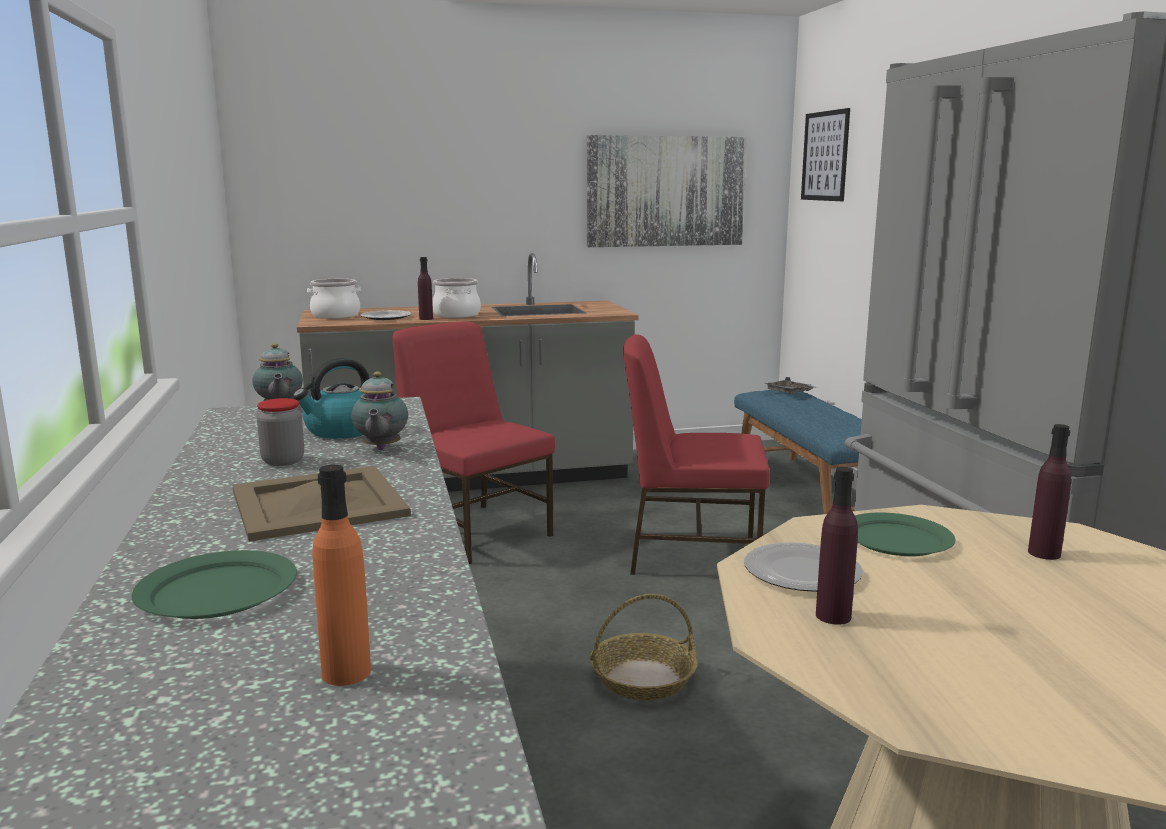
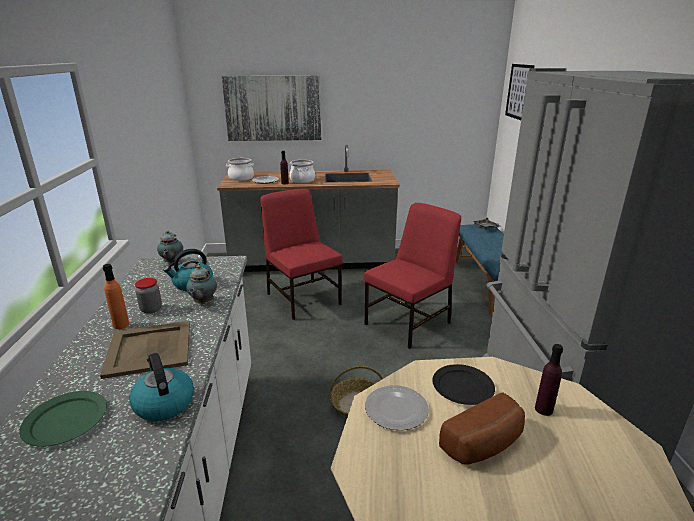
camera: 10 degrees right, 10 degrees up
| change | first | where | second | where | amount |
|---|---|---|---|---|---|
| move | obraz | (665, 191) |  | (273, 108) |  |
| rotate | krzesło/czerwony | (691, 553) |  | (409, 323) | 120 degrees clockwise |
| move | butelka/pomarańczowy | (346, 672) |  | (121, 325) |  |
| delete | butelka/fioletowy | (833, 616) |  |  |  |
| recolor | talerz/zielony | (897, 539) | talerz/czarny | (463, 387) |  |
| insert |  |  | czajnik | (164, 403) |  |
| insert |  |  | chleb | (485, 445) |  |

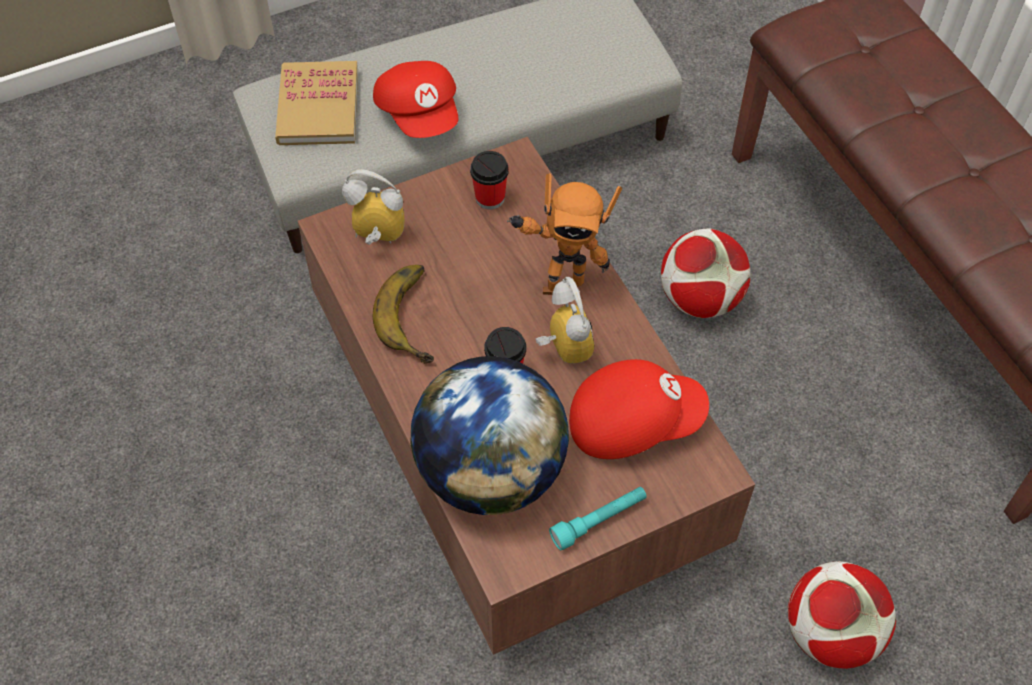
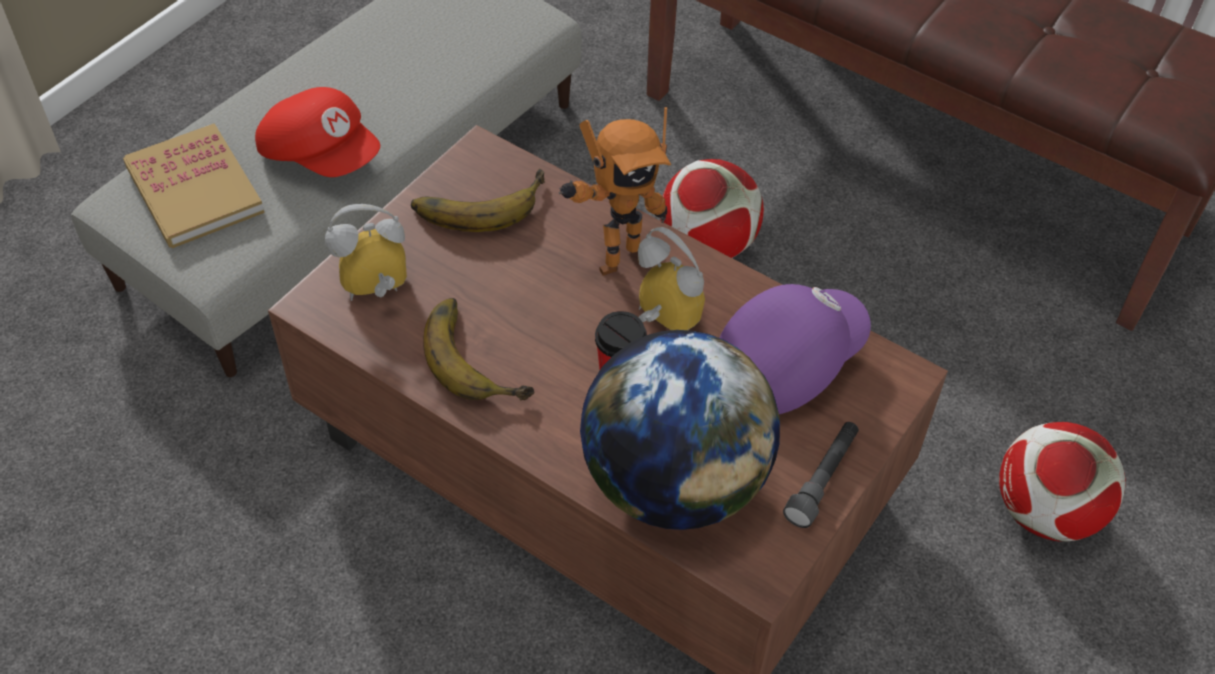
camera: 30 degrees left, 5 degrees down
| change | first | where | second | where | amount |
|---|---|---|---|---|---|
| replace | filiżanka | (490, 198) | banan | (478, 201) |  |
| recolor | czapka z daszkiem/czerwony | (633, 421) | czapka z daszkiem/fioletowy | (786, 363) |  |
| recolor | latarka/turkusowy | (599, 521) | latarka/szary | (822, 479) |  |

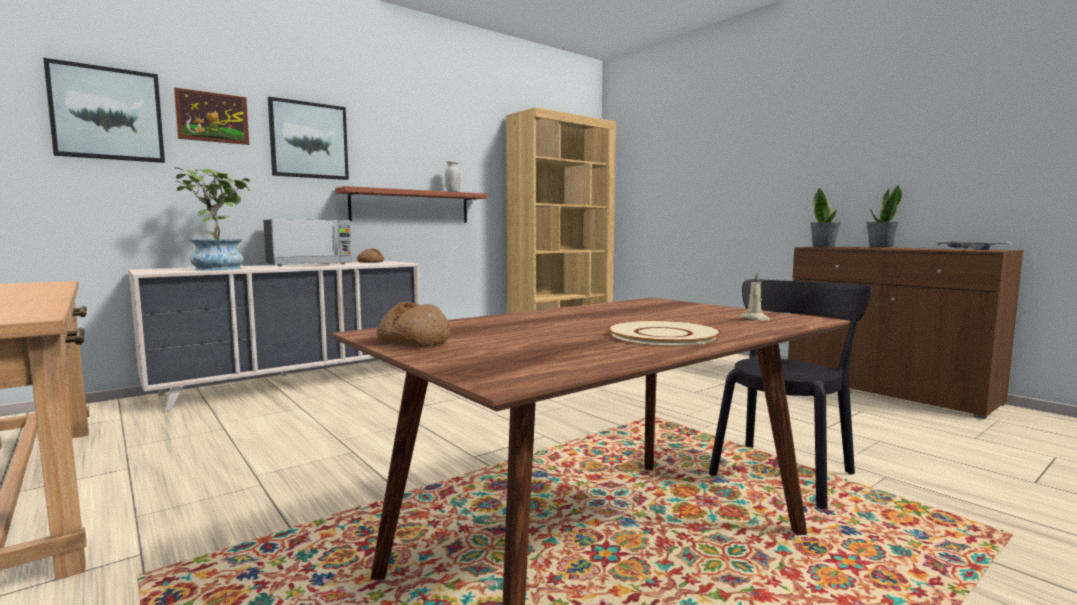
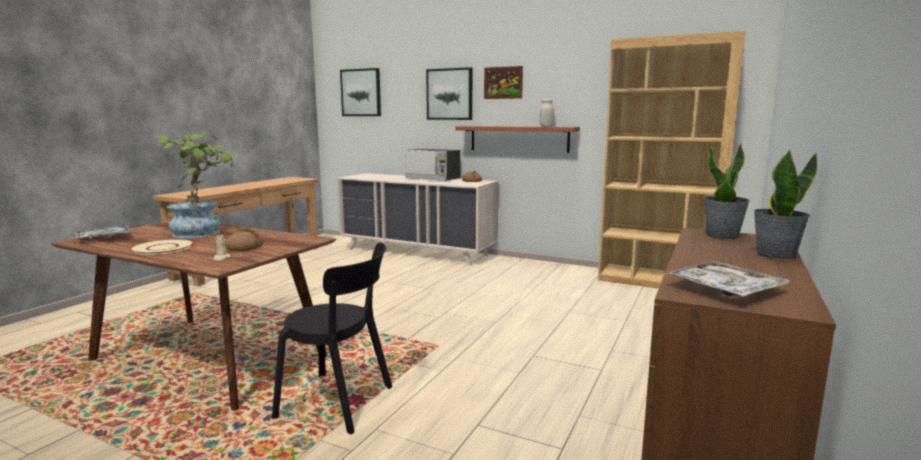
camera: 65 degrees right, 5 degrees up
| change | first | where | second | where | amount |
|---|---|---|---|---|---|
| move | obraz | (212, 117) |  | (503, 82) |  |
| move | roślina doniczkowa | (219, 268) |  | (203, 232) |  |
| move | chleb | (413, 341) |  | (245, 247) |  |
| insert |  |  | taca | (104, 238) |  |

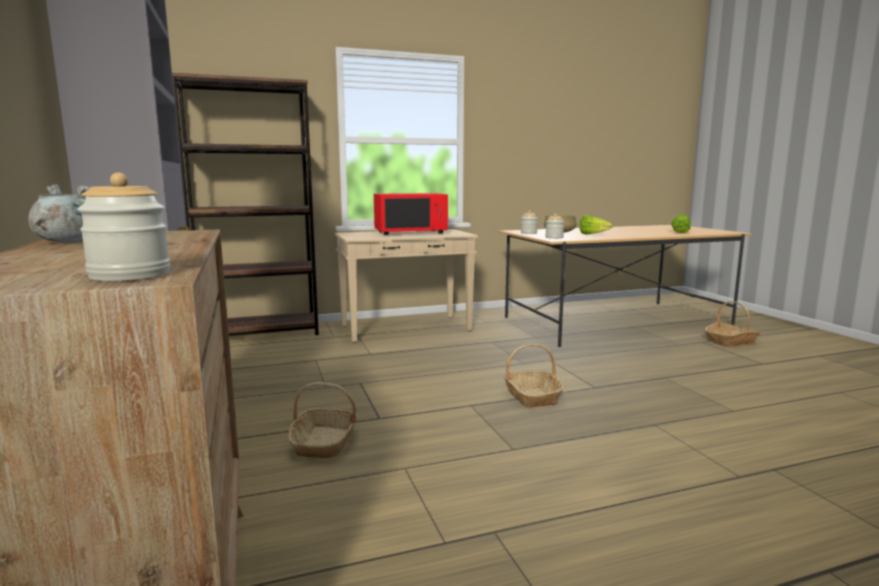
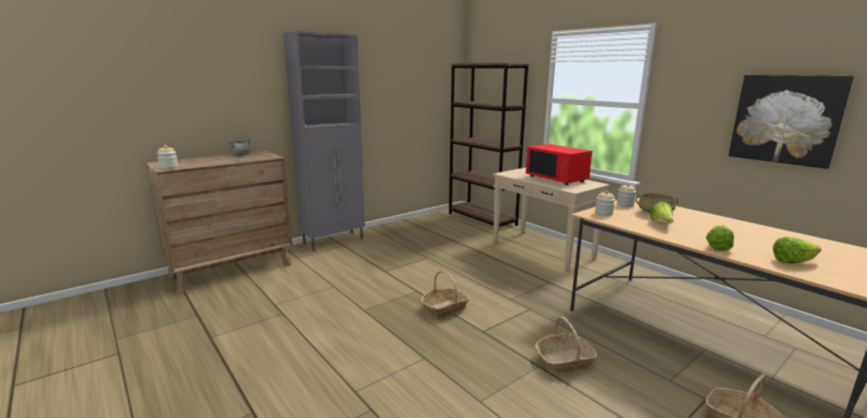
camera: 70 degrees right, 5 degrees up
| change | first | where | second | where | amount |
|---|---|---|---|---|---|
| move | koszyk | (324, 442) |  | (564, 361) |  |
| insert |  |  | obraz | (786, 119) |  |
| insert |  |  | sałata | (717, 246) |  |

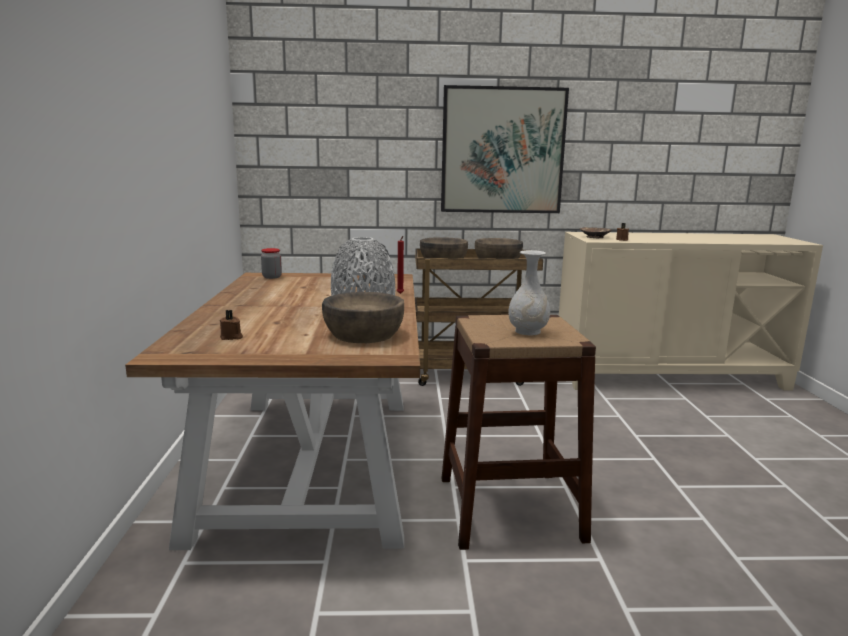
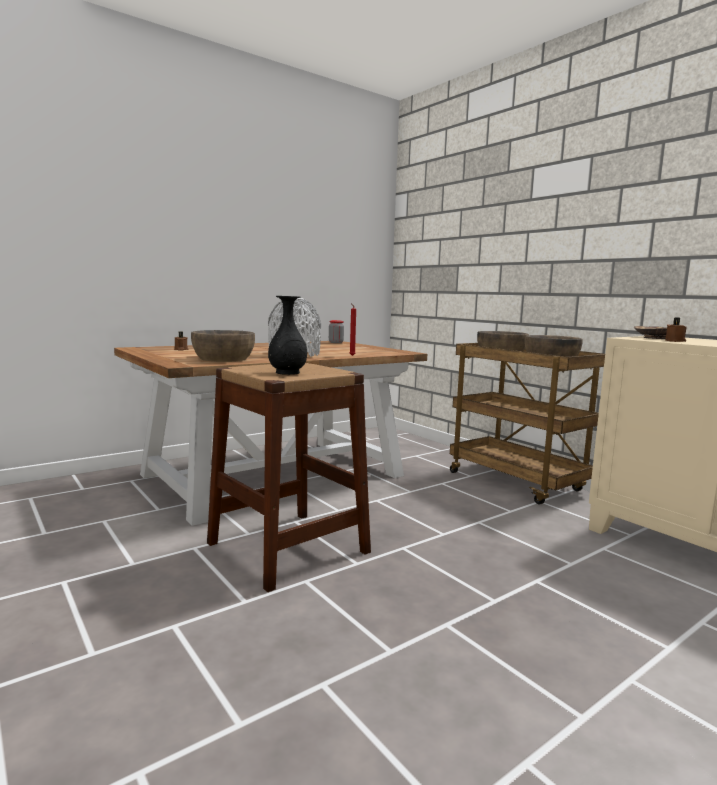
camera: 55 degrees right, 5 degrees down
| change | first | where | second | where | amount |
|---|---|---|---|---|---|
| delete | obraz | (502, 151) |  |  |  |
| recolor | wazon/biały | (528, 331) | wazon/czarny | (287, 373) |  |

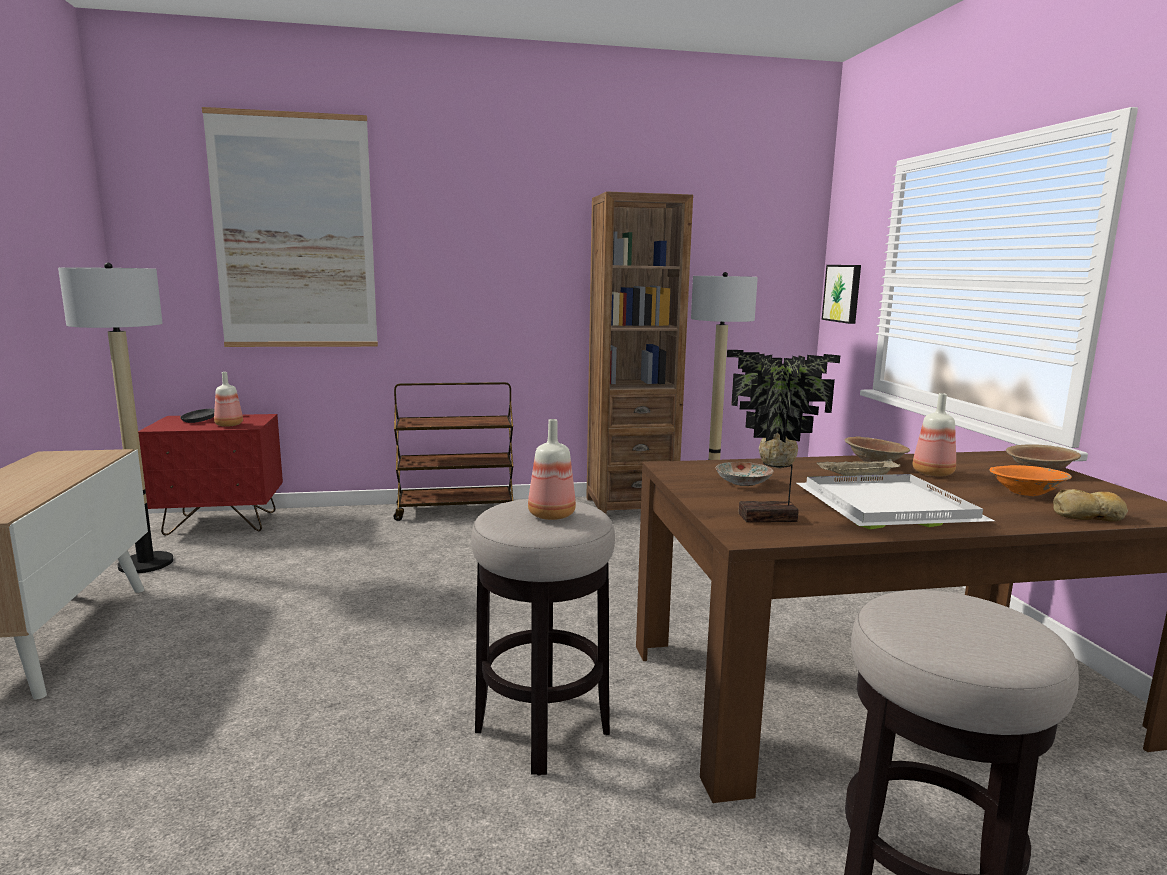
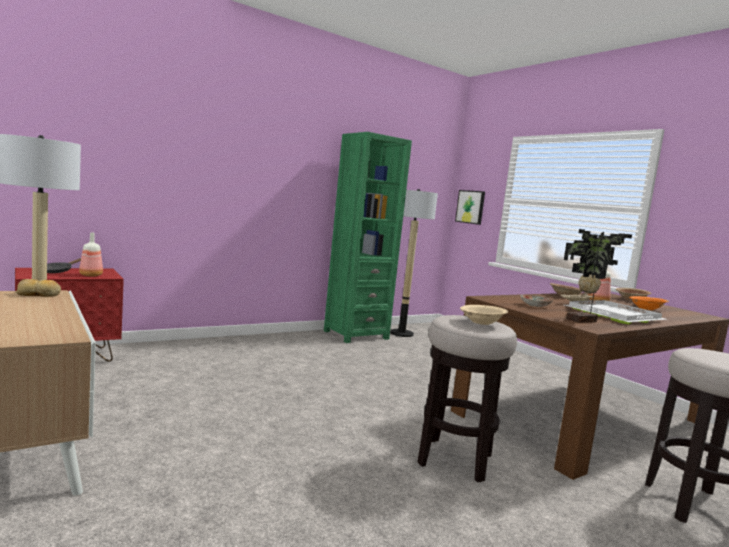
camera: 25 degrees left, 5 degrees down
| change | first | where | second | where | amount |
|---|---|---|---|---|---|
| delete | obraz | (295, 233) |  |  |  |
| recolor | regał/brązowy | (630, 506) | regał/zielony | (356, 335) |  |
| delete | wózek/brązowy | (456, 510) |  |  |  |
| replace | butelka | (551, 515) | miska/beżowy | (481, 322) |  |
| move | chleb | (1089, 516) |  | (39, 294) |  |

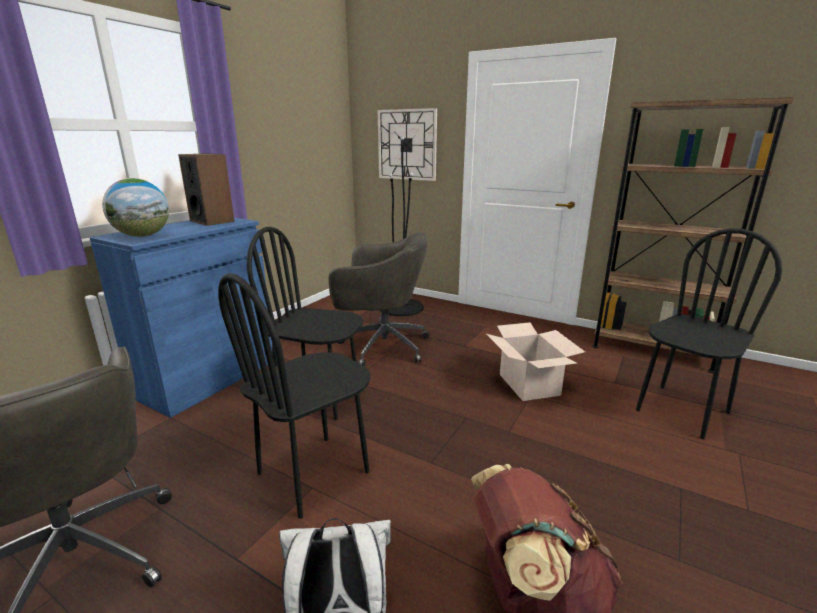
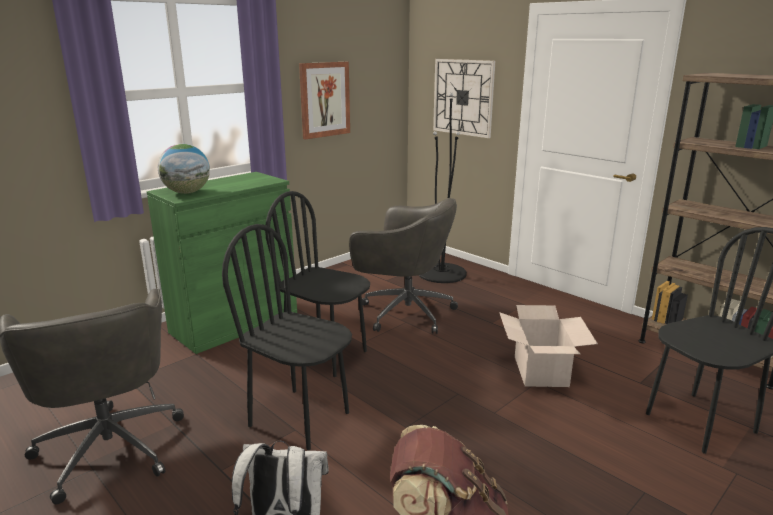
camera: 15 degrees right, 0 degrees up
| change | first | where | second | where | amount |
|---|---|---|---|---|---|
| delete | głośnik | (212, 221) |  |  |  |
| recolor | szafka/niebieski | (208, 378) | szafka/zielony | (234, 323) |  |
| rotate | krzesło/czarny | (314, 473) |  | (300, 418) | 60 degrees clockwise |
| insert |  |  | obraz | (324, 99) |  |

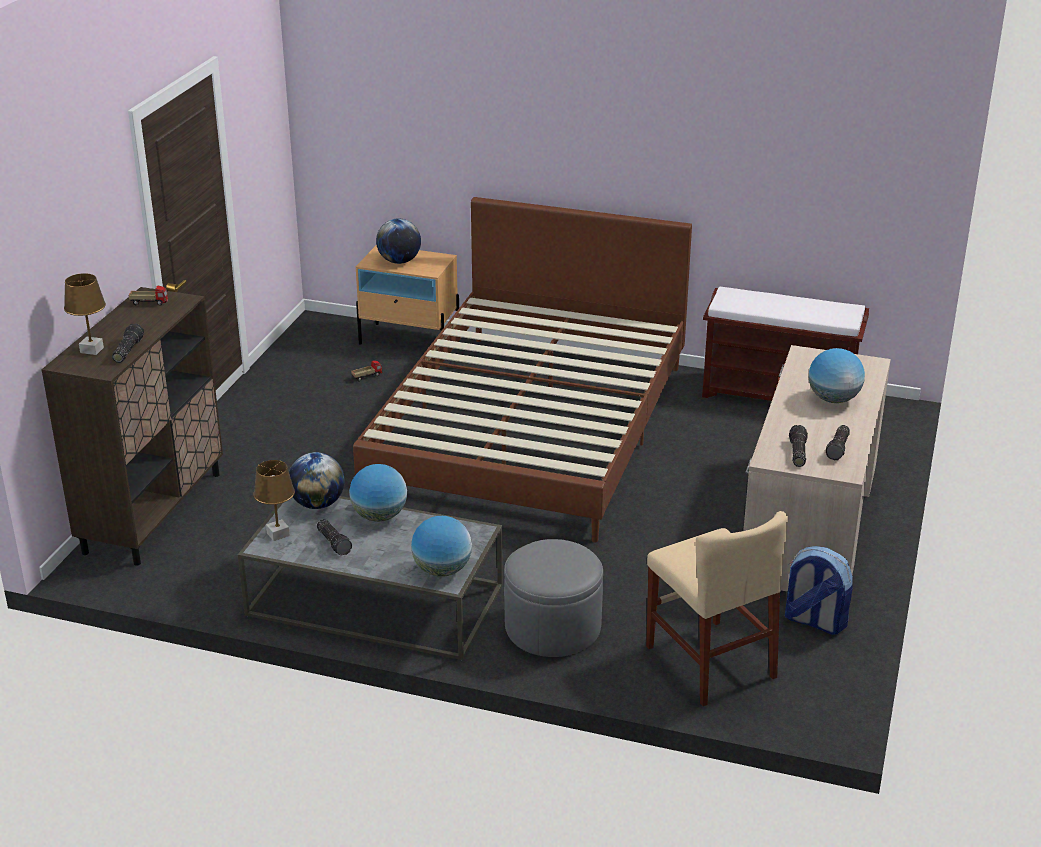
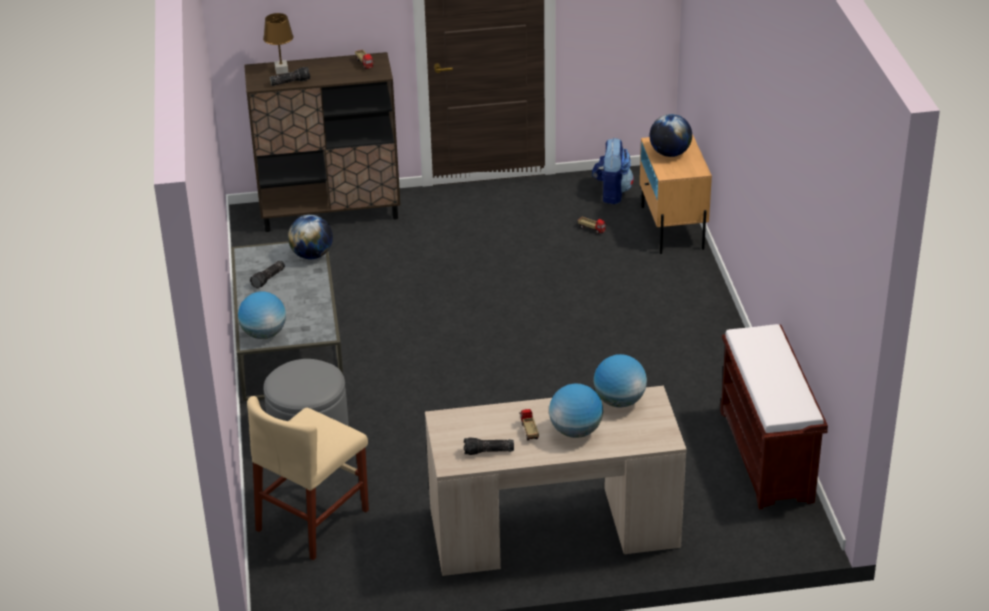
camera: 65 degrees right, 5 degrees up
| change | first | where | second | where | amount |
|---|---|---|---|---|---|
| delete | łóżko/brązowy | (532, 429) |  |  |  |
| delete | latarka | (796, 453) |  |  |  |
| delete | lampa stołowa/brązowy | (278, 534) |  |  |  |
| move | globus | (379, 516) |  | (619, 401) |  |
| move | plecak | (813, 621) |  | (611, 193) |  |
| insert |  |  | ciężarówka zabawkowa | (529, 431) |  |

